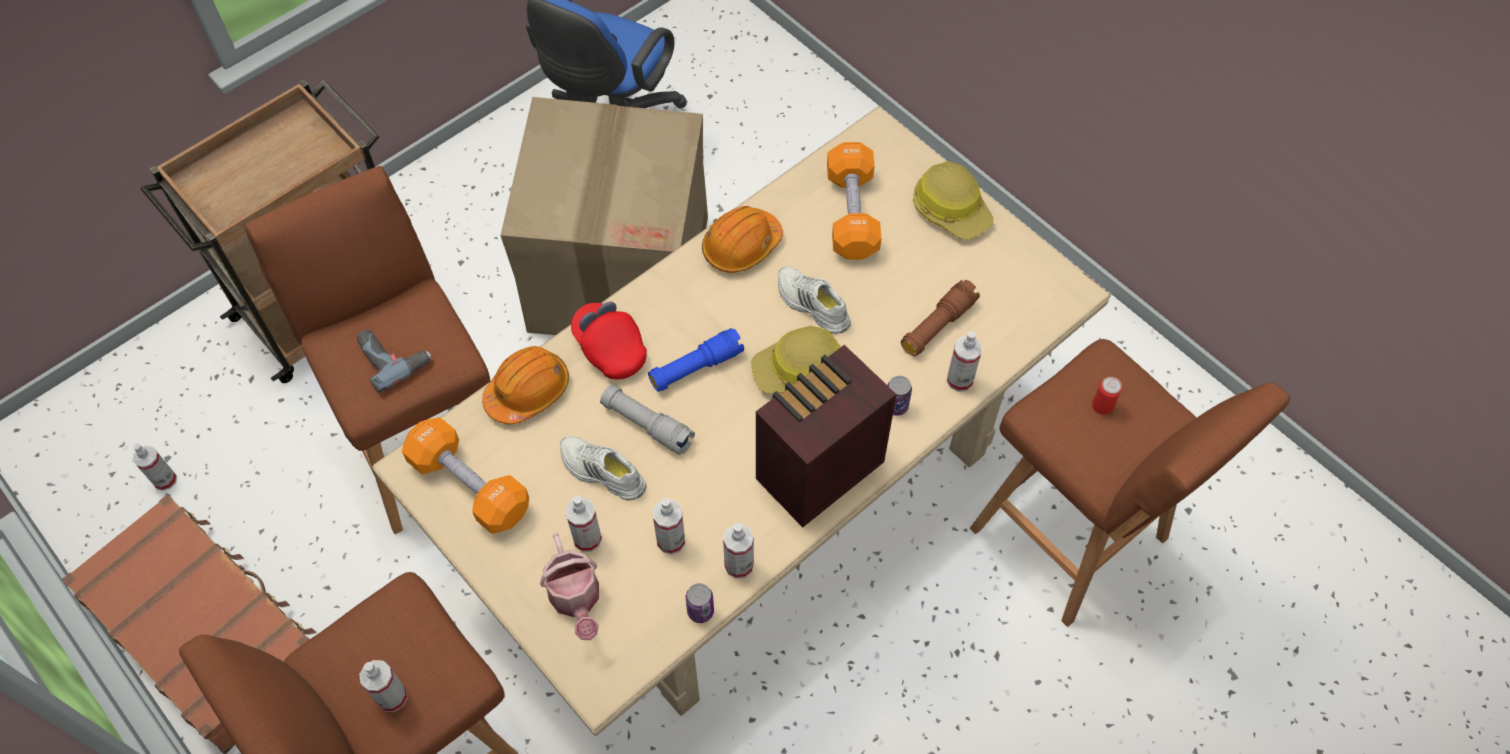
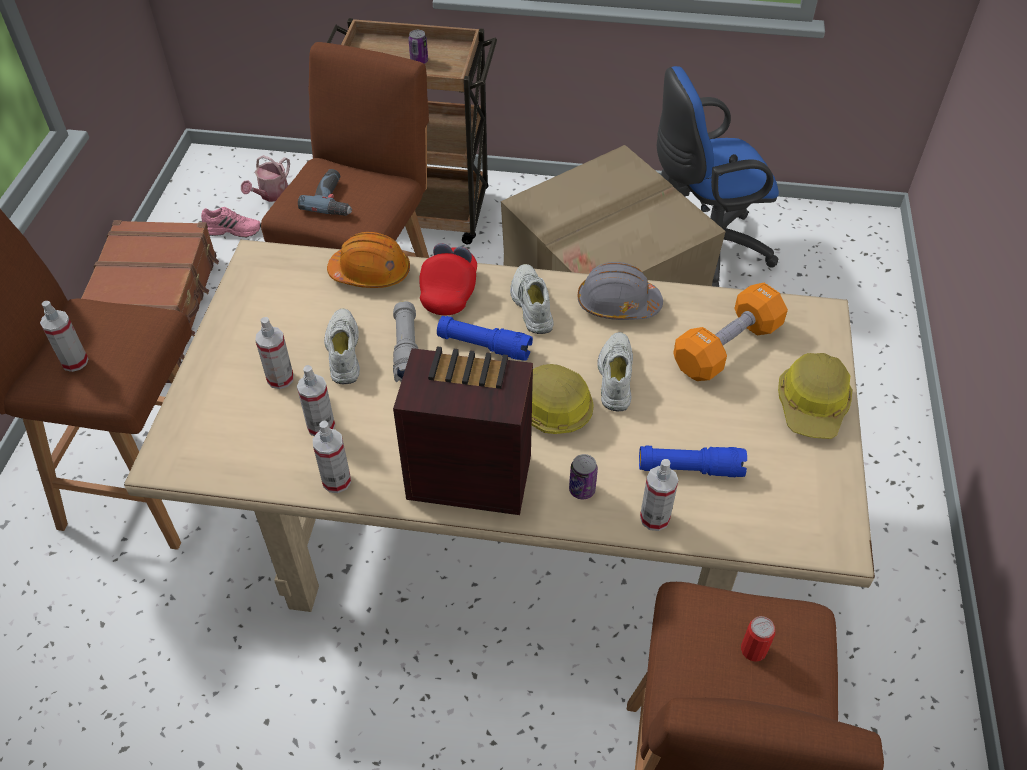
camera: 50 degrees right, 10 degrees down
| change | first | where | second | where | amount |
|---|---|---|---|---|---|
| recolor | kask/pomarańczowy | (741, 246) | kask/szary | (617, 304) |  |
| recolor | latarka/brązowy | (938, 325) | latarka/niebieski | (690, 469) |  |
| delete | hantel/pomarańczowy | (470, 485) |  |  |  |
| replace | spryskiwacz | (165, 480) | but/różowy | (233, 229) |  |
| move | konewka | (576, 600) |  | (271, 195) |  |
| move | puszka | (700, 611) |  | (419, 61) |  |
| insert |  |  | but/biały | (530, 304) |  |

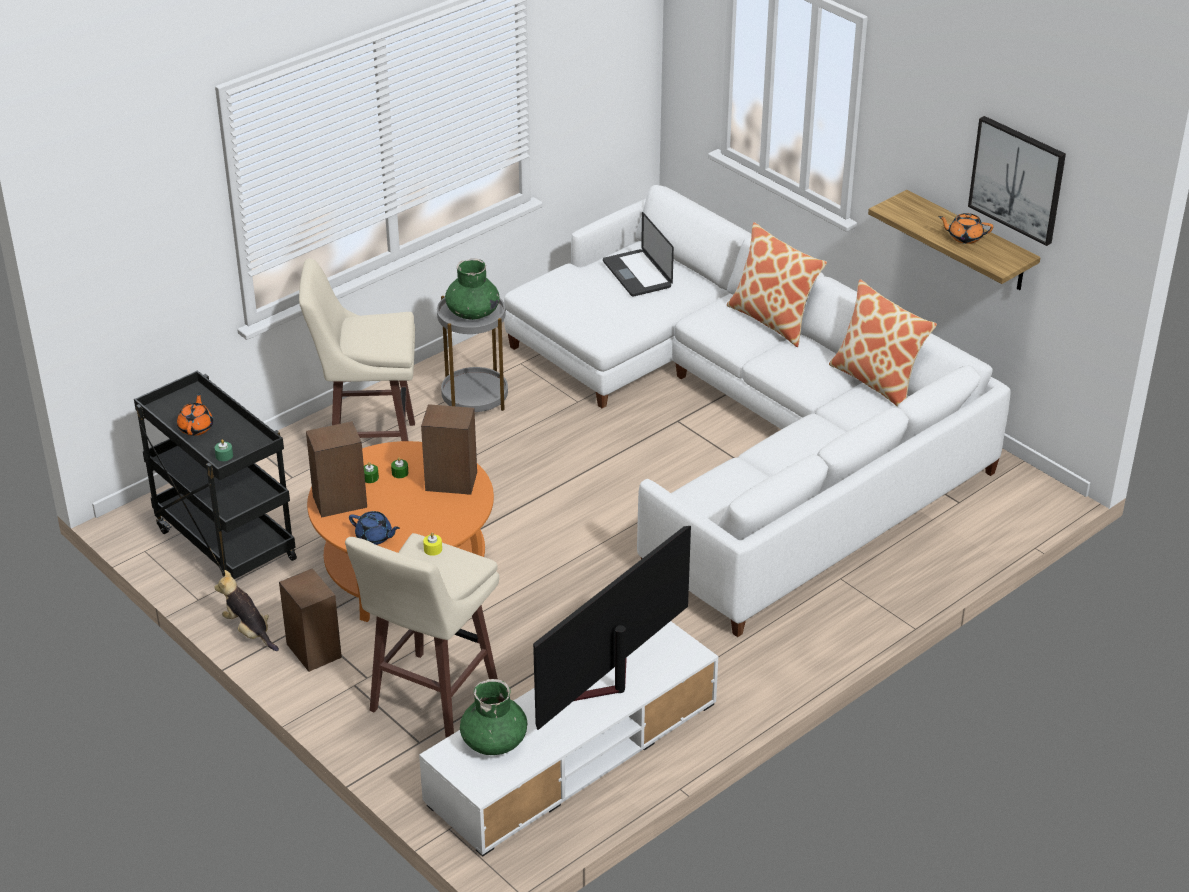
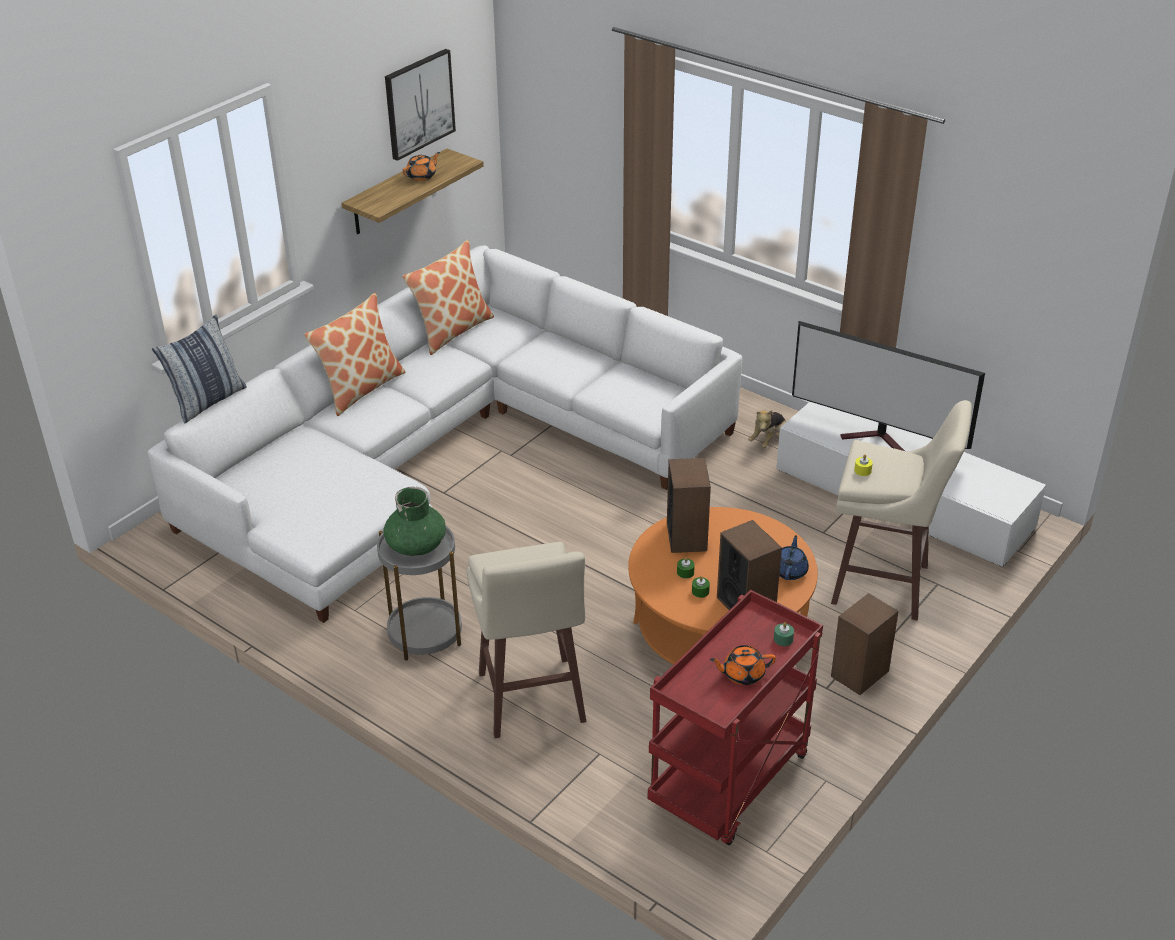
camera: 100 degrees left, 0 degrees up
| change | first | where | second | where | amount |
|---|---|---|---|---|---|
| delete | laptop | (637, 274) |  |  |  |
| rotate | imbryk/pomarańczowy | (964, 237) |  | (422, 176) | 135 degrees counterclockwise |
| recolor | wózek/czarny | (223, 543) | wózek/czerwony | (730, 784) |  |
| move | pluszak | (249, 631) |  | (768, 439) |  |
| delete | wazon/zielony | (494, 741) |  |  |  |
| insert |  |  | poduszka | (208, 401) |  |

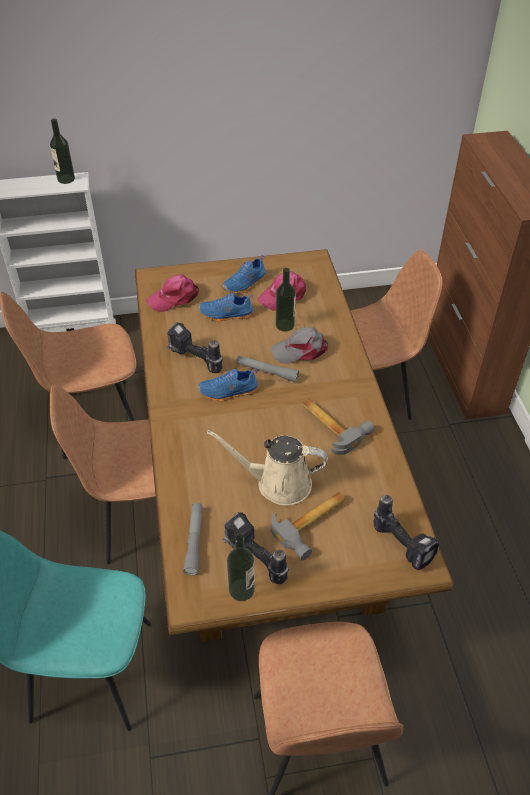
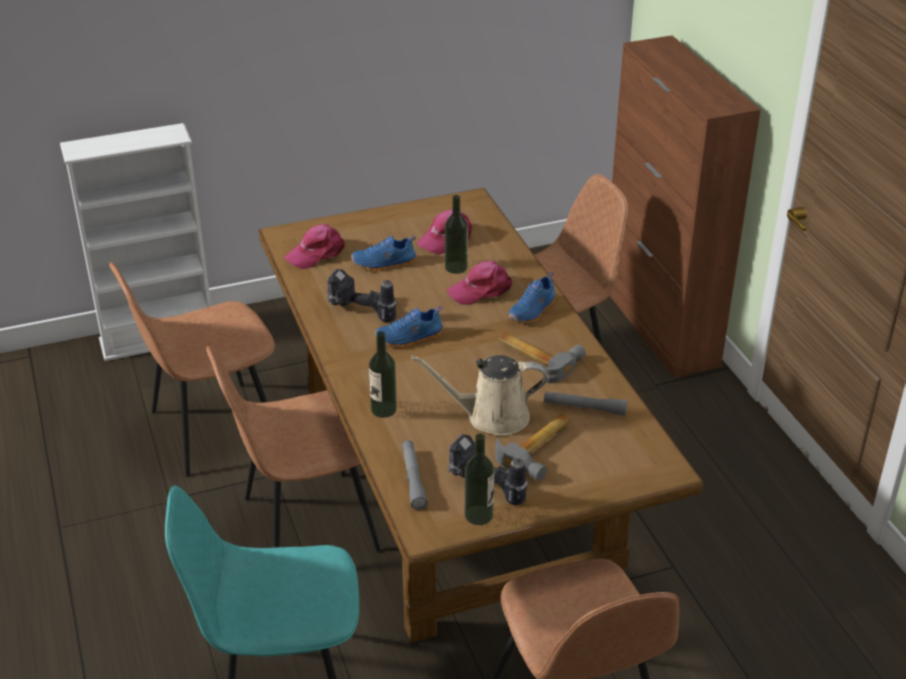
camera: 10 degrees left, 10 degrees down
| change | first | where | second | where | amount |
|---|---|---|---|---|---|
| move | butelka | (66, 179) |  | (383, 409) |  |
| move | but/niebieski | (245, 284) |  | (533, 311) |  |
| recolor | czapka z daszkiem/szary | (300, 350) | czapka z daszkiem/różowy | (481, 290) |  |
| move | latarka/szary | (267, 372) |  | (585, 408) |  |
| delete | wiertarka | (404, 545) |  |  |  |

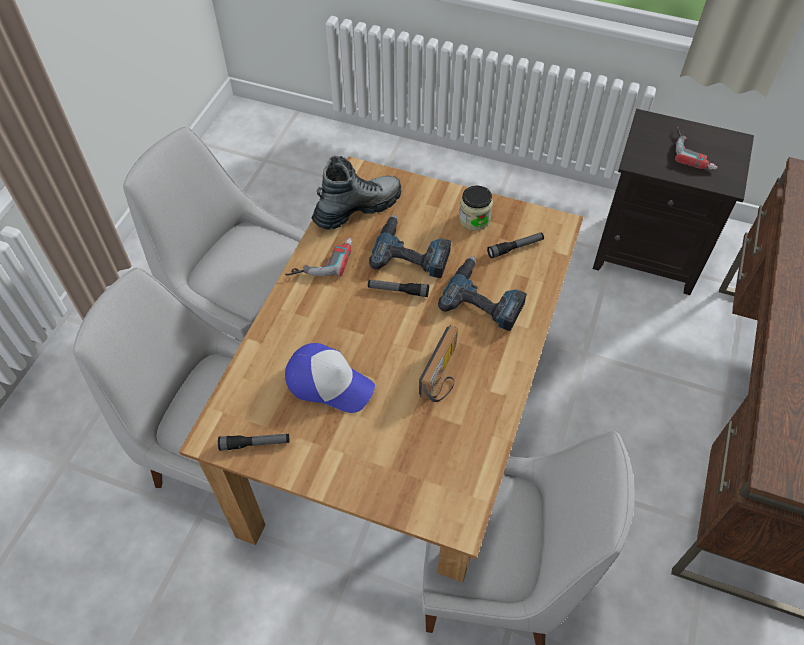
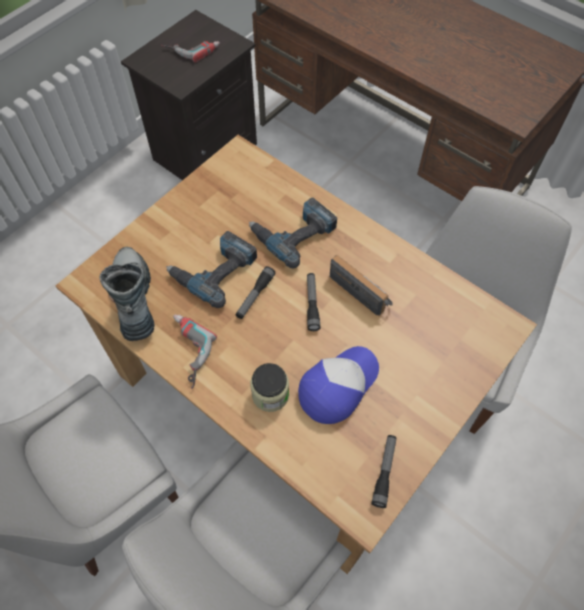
camera: 70 degrees left, 5 degrees up
| change | first | where | second | where | amount |
|---|---|---|---|---|---|
| move | słoik | (474, 219) |  | (270, 394) |  |
| move | latarka | (515, 248) |  | (312, 304) |  |

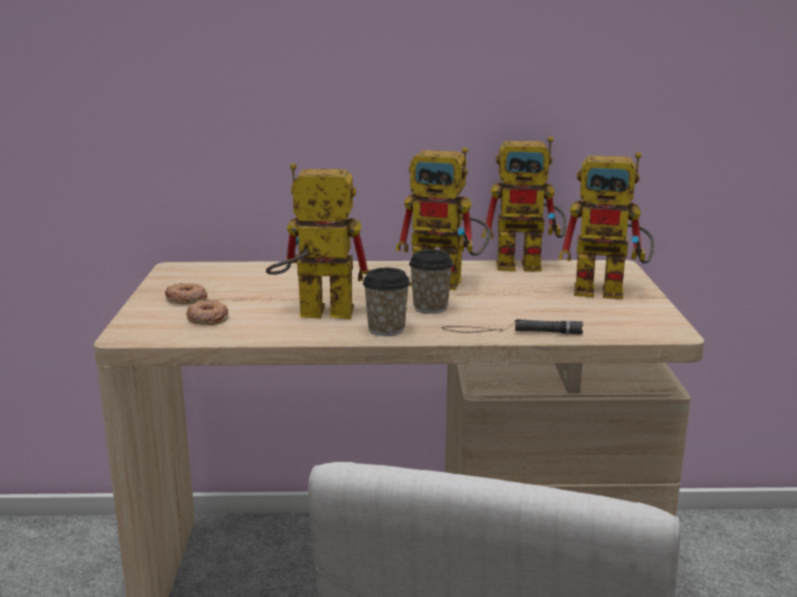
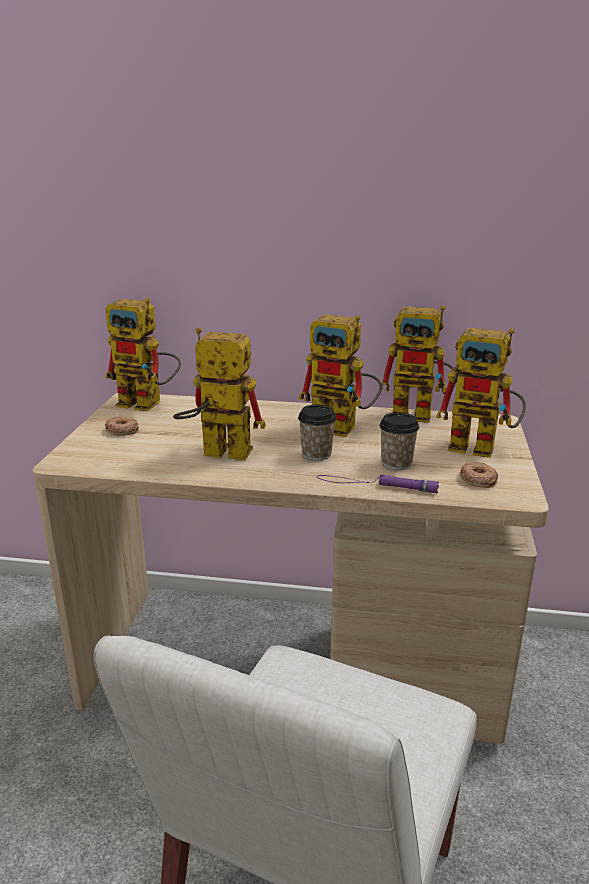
camera: 10 degrees right, 5 degrees up
| change | first | where | second | where | amount |
|---|---|---|---|---|---|
| move | filiżanka | (386, 329) |  | (396, 463) |  |
| move | donut | (207, 318) |  | (477, 479) |  |
| recolor | latarka/czarny | (511, 331) | latarka/fioletowy | (376, 485) |  |
| insert |  |  | robot zabawkowy | (149, 404) |  |

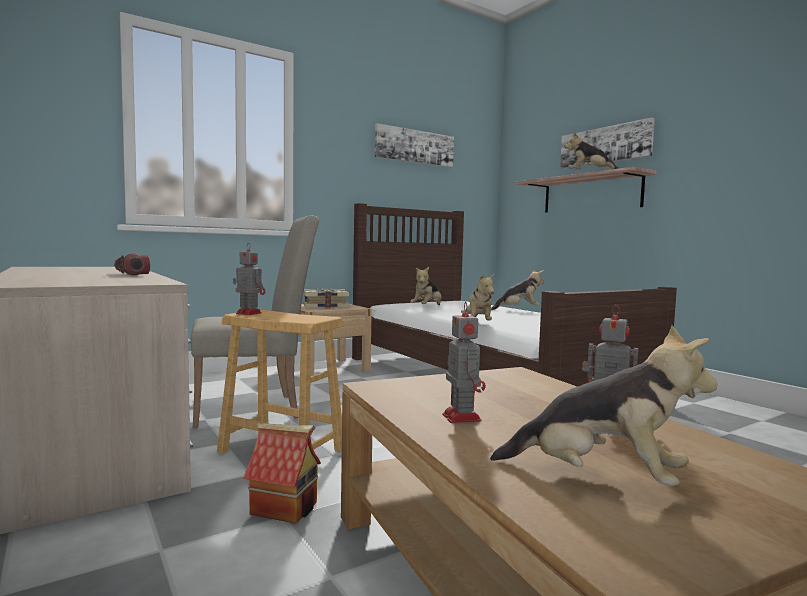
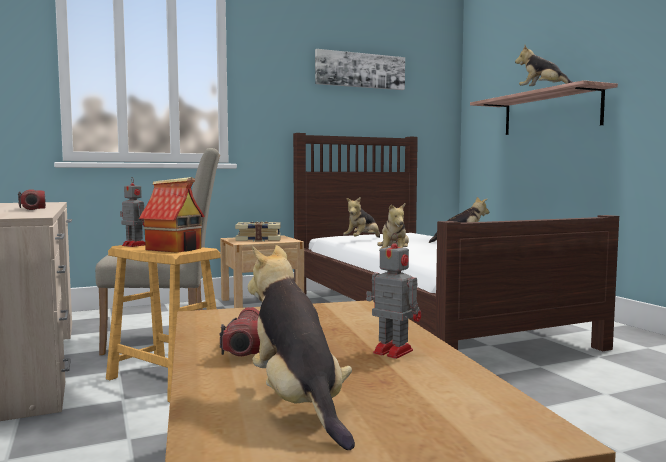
camera: 10 degrees right, 0 degrees up
| change | first | where | second | where | amount |
|---|---|---|---|---|---|
| delete | obraz | (605, 145) |  |  |  |
| replace | robot zabawkowy | (460, 417) | latarka | (246, 344) |  |
| rotate | pluszak | (598, 479) |  | (298, 403) | 150 degrees counterclockwise |
| move | domek | (285, 508) |  | (175, 249) |  |

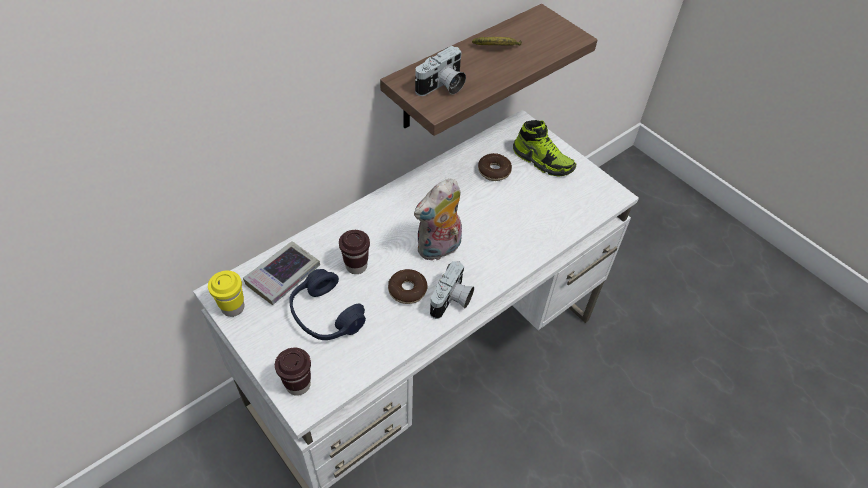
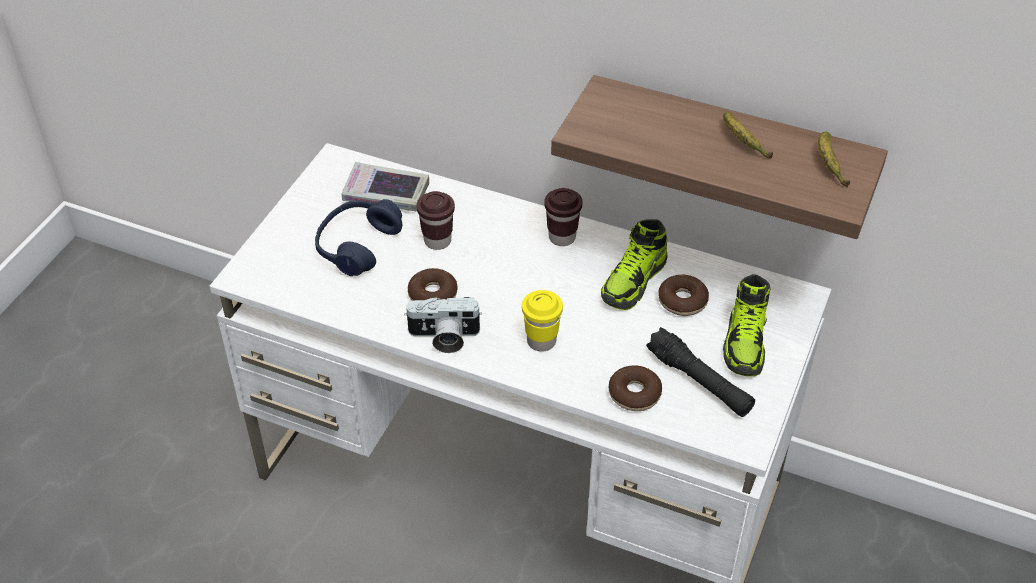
camera: 65 degrees right, 5 degrees down
| change | first | where | second | where | amount |
|---|---|---|---|---|---|
| delete | aparat fotograficzny | (442, 87) |  |  |  |
| delete | pluszak | (439, 249) |  |  |  |
| move | filiżanka/żółty | (233, 307) |  | (541, 341) |  |
| move | filiżanka/brązowy | (298, 384) |  | (562, 237) |  |
| insert |  |  | banan | (828, 164) |  |
| insert |  |  | but | (634, 281) |  |
| insert |  |  | latarka/czarny | (699, 381) |  |
| insert |  |  | donut | (634, 394) |  |

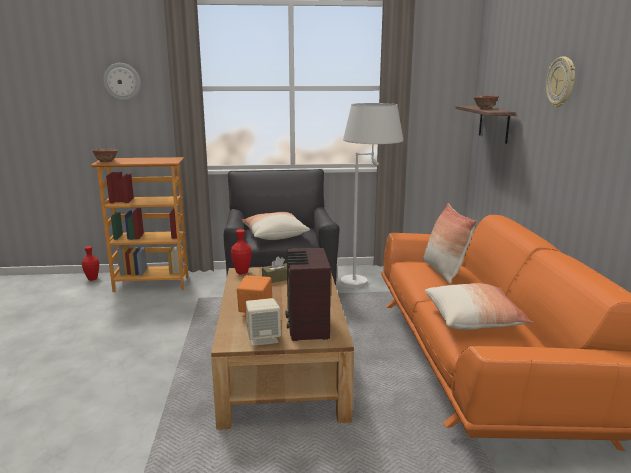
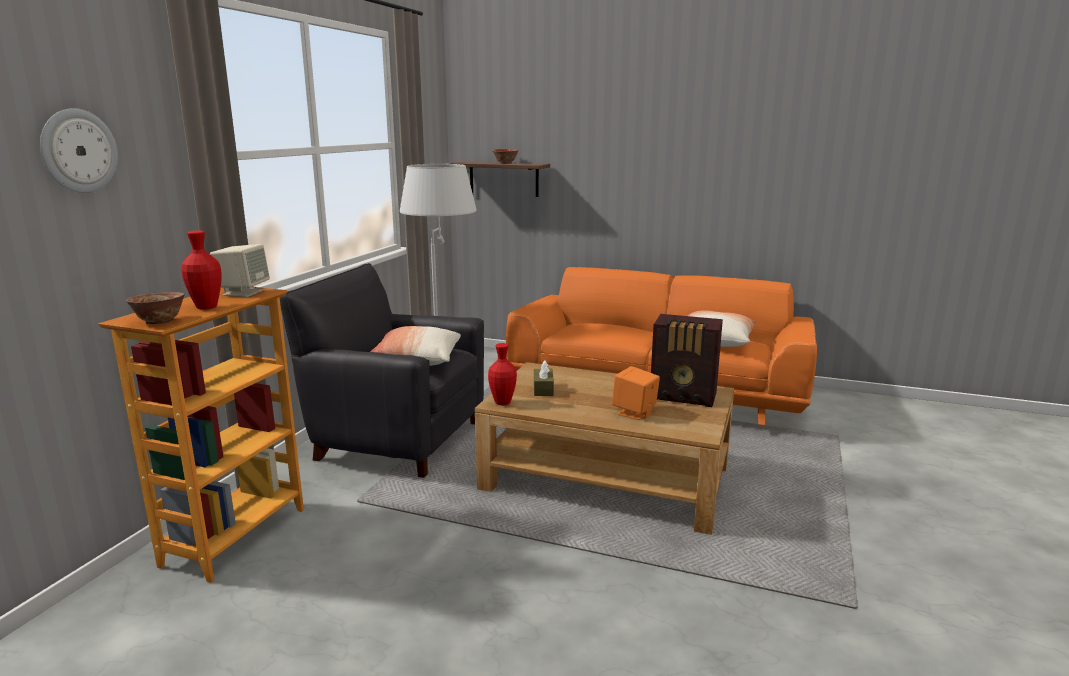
camera: 65 degrees left, 0 degrees up
| change | first | where | second | where | amount |
|---|---|---|---|---|---|
| delete | zegar ścienny | (561, 82) |  |  |  |
| delete | poduszka | (443, 272) |  |  |  |
| move | wazon/czerwony | (92, 279) |  | (206, 307) |  |
| move | głośnik/beżowy | (263, 338) |  | (243, 292) |  |

